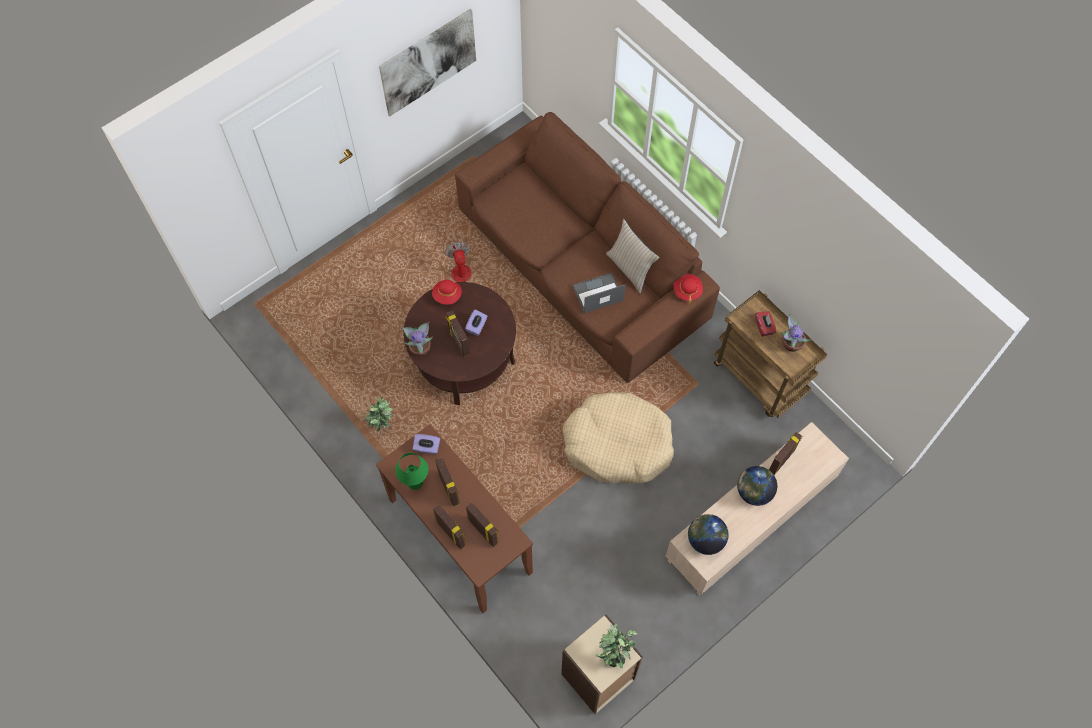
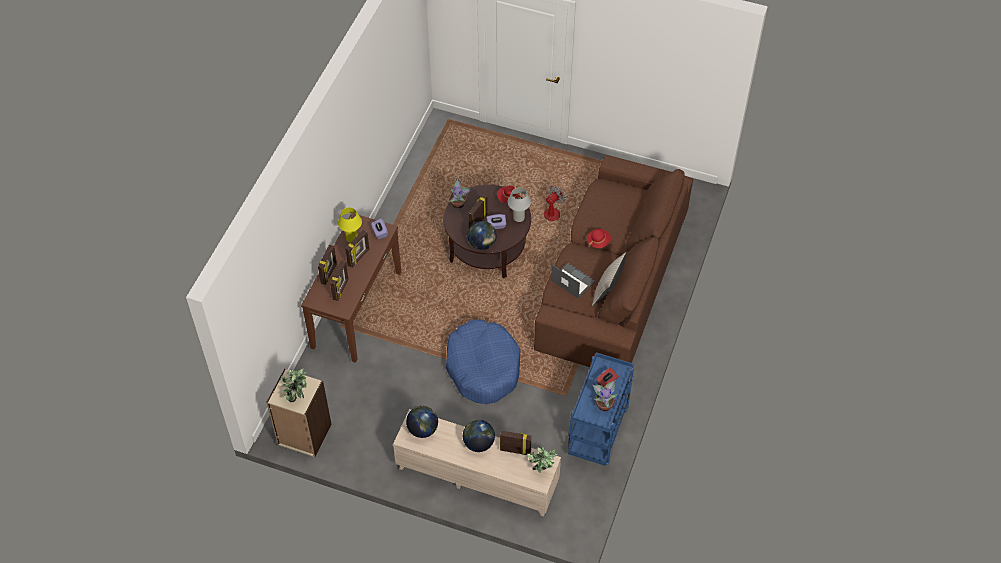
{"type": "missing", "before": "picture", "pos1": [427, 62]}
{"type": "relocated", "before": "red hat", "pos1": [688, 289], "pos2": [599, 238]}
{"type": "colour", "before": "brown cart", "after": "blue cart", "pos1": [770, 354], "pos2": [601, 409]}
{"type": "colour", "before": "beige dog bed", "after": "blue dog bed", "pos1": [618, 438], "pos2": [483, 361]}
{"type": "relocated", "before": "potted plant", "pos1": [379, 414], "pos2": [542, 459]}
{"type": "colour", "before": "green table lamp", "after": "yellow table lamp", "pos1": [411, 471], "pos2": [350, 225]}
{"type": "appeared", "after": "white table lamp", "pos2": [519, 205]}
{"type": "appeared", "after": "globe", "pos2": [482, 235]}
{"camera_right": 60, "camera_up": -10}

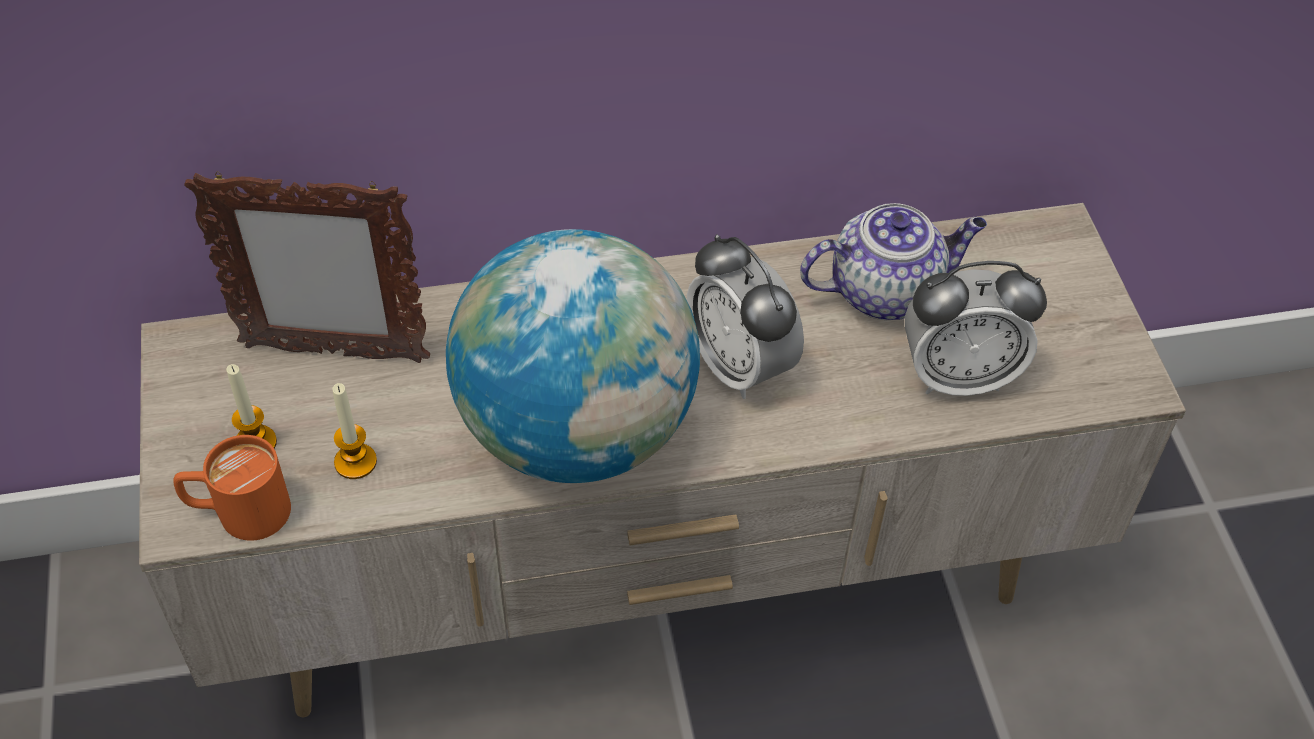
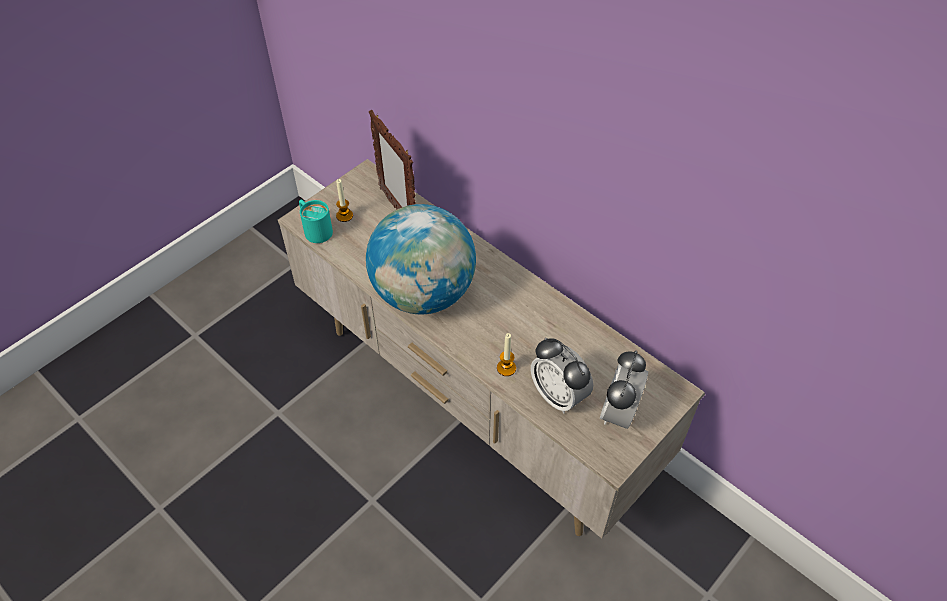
{"type": "missing", "before": "teapot", "pos1": [893, 261]}
{"type": "relocated", "before": "alarm clock", "pos1": [745, 316], "pos2": [624, 389]}
{"type": "relocated", "before": "candle", "pos1": [354, 431], "pos2": [506, 354]}
{"type": "colour", "before": "orange mug", "after": "turquoise mug", "pos1": [232, 488], "pos2": [316, 221]}
{"camera_right": 55, "camera_up": 0}

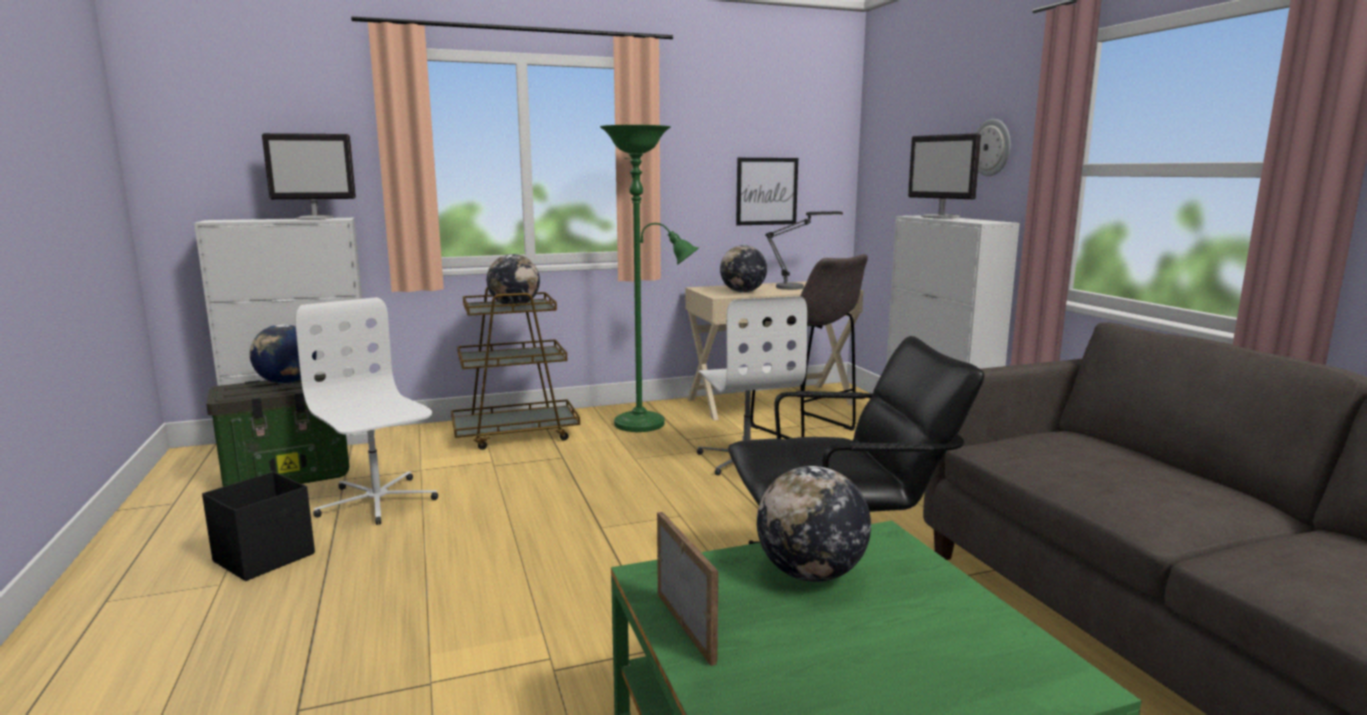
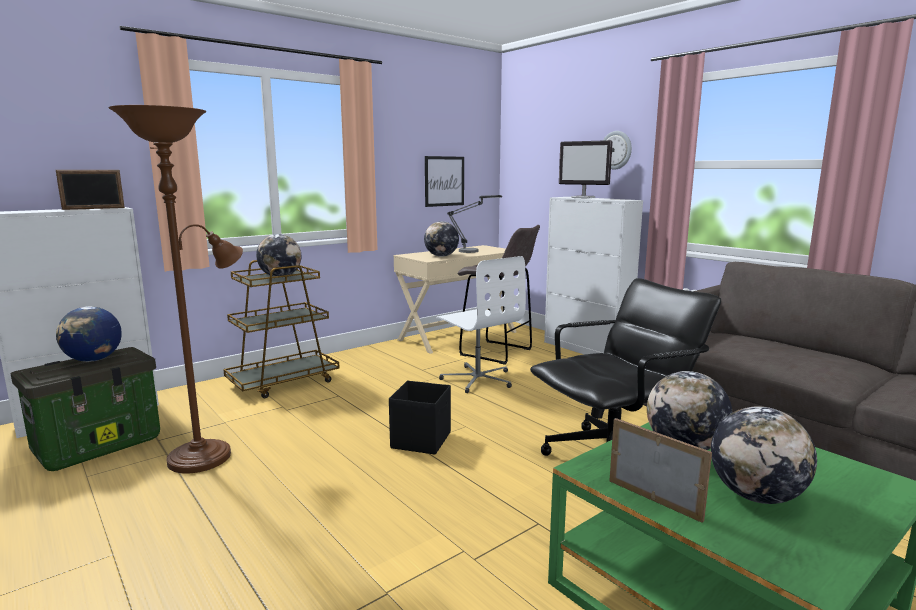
{"type": "missing", "before": "green floor lamp", "pos1": [649, 278]}
{"type": "exchanged", "before": "monitor", "after": "picture frame", "pos1": [309, 176], "pos2": [90, 190]}
{"type": "exchanged", "before": "white office chair", "after": "brown floor lamp", "pos1": [366, 411], "pos2": [175, 289]}
{"type": "relocated", "before": "black storage box", "pos1": [258, 526], "pos2": [420, 417]}
{"type": "appeared", "after": "globe", "pos2": [764, 455]}
{"camera_right": -20, "camera_up": 0}

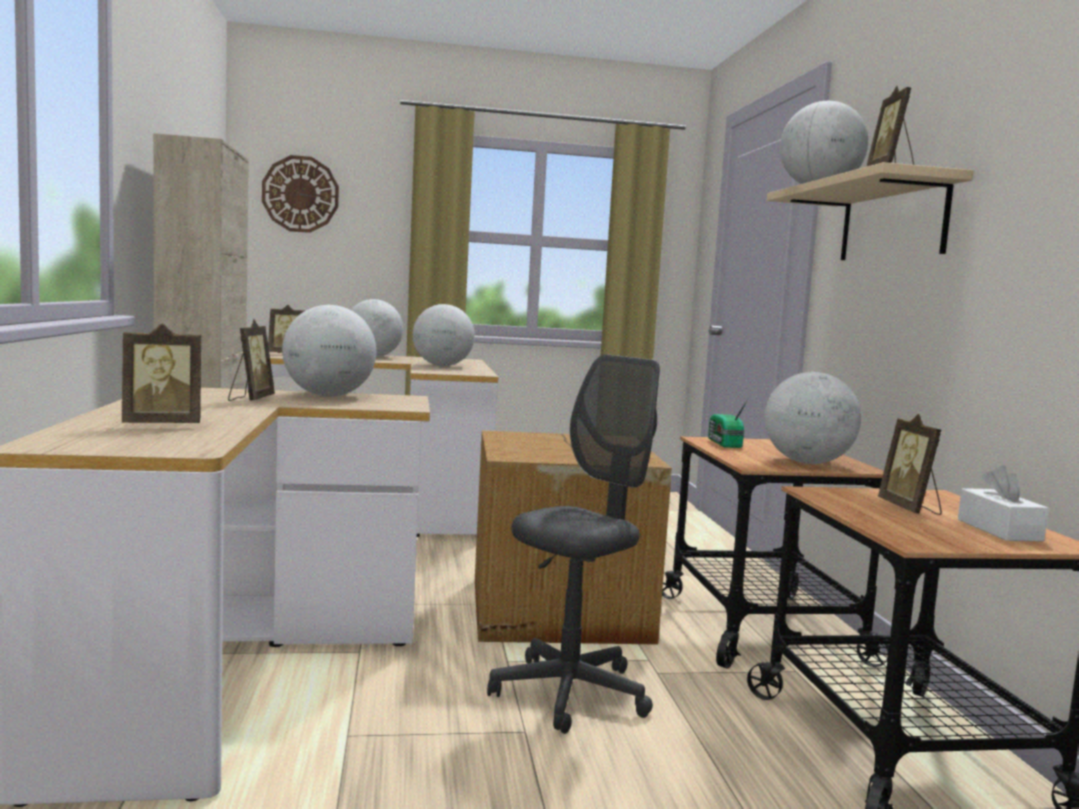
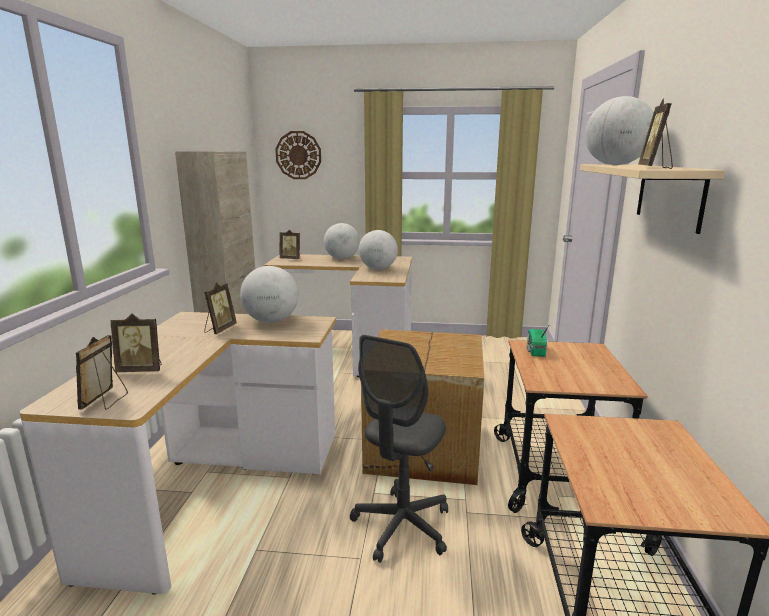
{"type": "spun", "before": "grey office chair", "pos1": [573, 544], "pos2": [399, 449], "turn": 150}
{"type": "missing", "before": "globe", "pos1": [813, 418]}
{"type": "relocated", "before": "picture frame", "pos1": [910, 464], "pos2": [102, 372]}
{"type": "missing", "before": "white tissue box", "pos1": [1003, 503]}
{"camera_right": 15, "camera_up": 10}

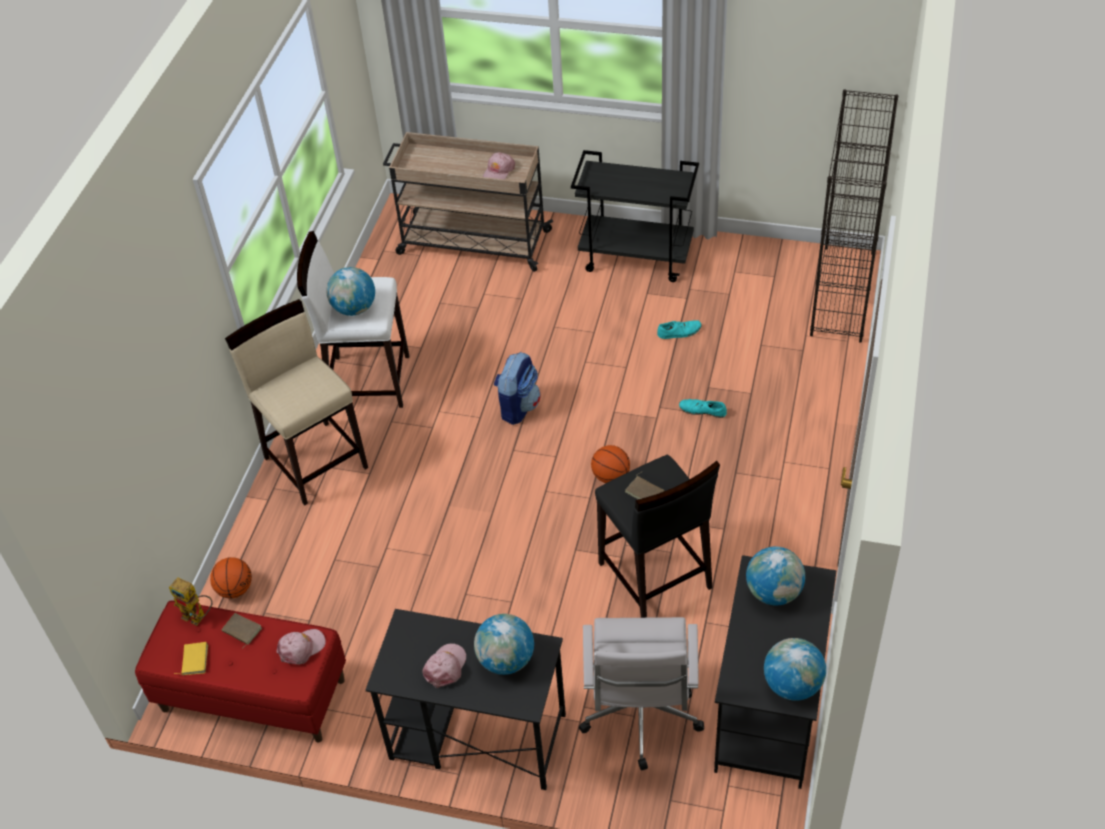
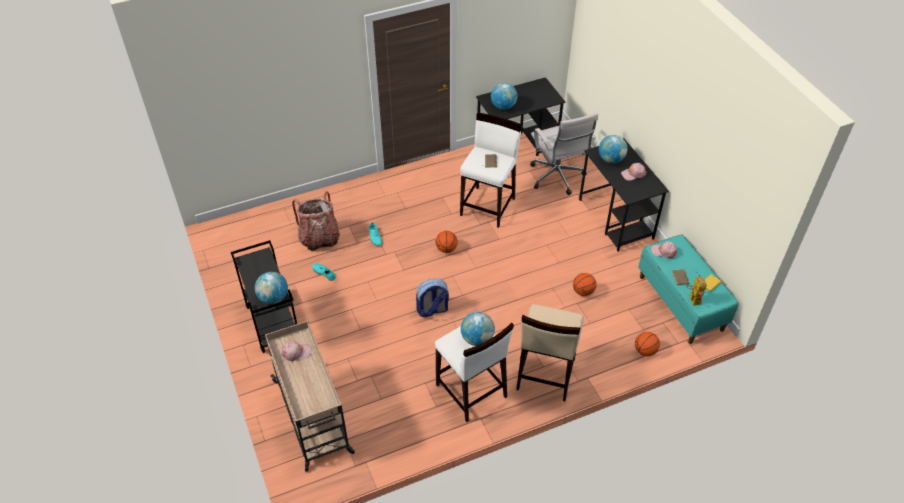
{"type": "missing", "before": "black bookcase", "pos1": [854, 216]}
{"type": "colour", "before": "black stool", "after": "white stool", "pos1": [657, 536], "pos2": [491, 170]}
{"type": "colour", "before": "red bench", "after": "turquoise bench", "pos1": [240, 672], "pos2": [688, 289]}
{"type": "spun", "before": "white office chair", "pos1": [641, 694], "pos2": [564, 153], "turn": 105}
{"type": "relocated", "before": "globe", "pos1": [795, 669], "pos2": [271, 288]}
{"type": "appeared", "after": "backpack", "pos2": [316, 221]}
{"type": "appeared", "after": "basketball", "pos2": [584, 284]}
{"camera_right": -130, "camera_up": 0}

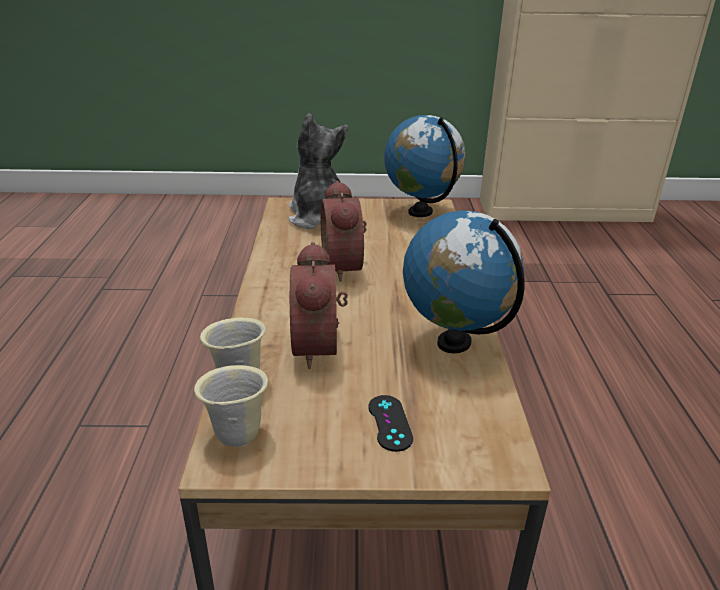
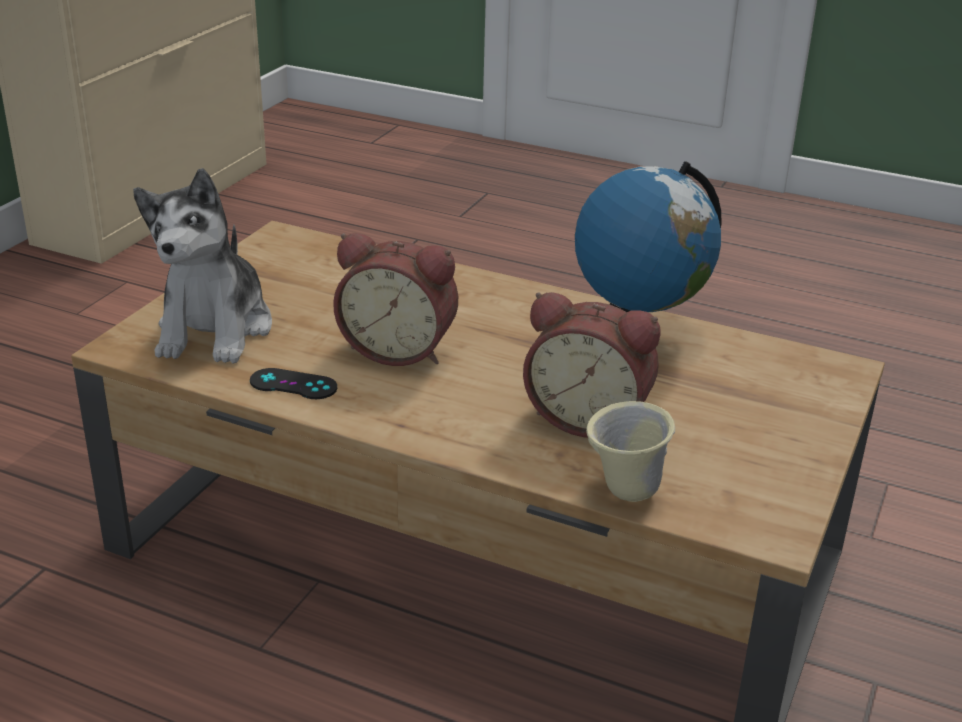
{"type": "spun", "before": "plush toy", "pos1": [318, 171], "pos2": [202, 266], "turn": -90}
{"type": "missing", "before": "globe", "pos1": [425, 166]}
{"type": "missing", "before": "beige mug", "pos1": [231, 406]}
{"type": "relocated", "before": "black game controller", "pos1": [390, 423], "pos2": [293, 383]}
{"camera_right": -65, "camera_up": 0}

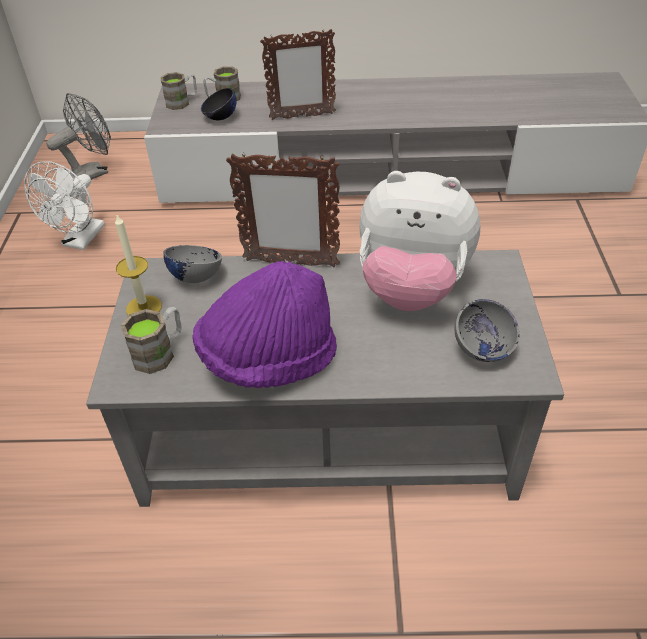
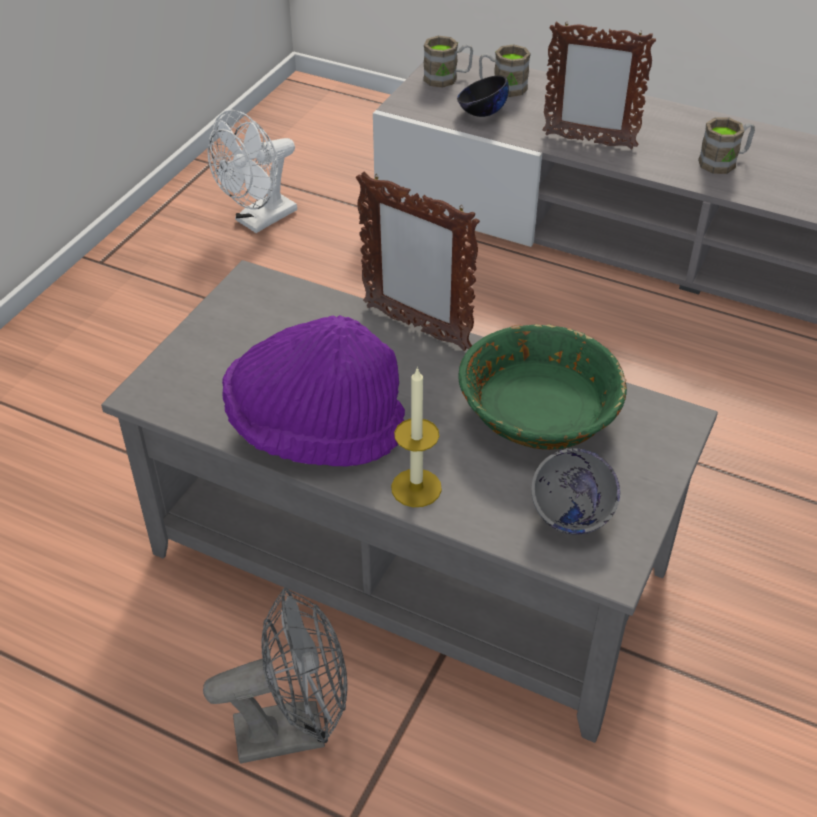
{"type": "relocated", "before": "grey fan", "pos1": [78, 136], "pos2": [275, 675]}
{"type": "exchanged", "before": "plush toy", "after": "green bowl", "pos1": [419, 241], "pos2": [542, 387]}
{"type": "relocated", "before": "candle", "pos1": [138, 265], "pos2": [416, 437]}
{"type": "missing", "before": "grey bowl", "pos1": [192, 264]}
{"type": "relocated", "before": "brown mug", "pos1": [151, 340], "pos2": [726, 146]}
{"camera_right": 25, "camera_up": 0}

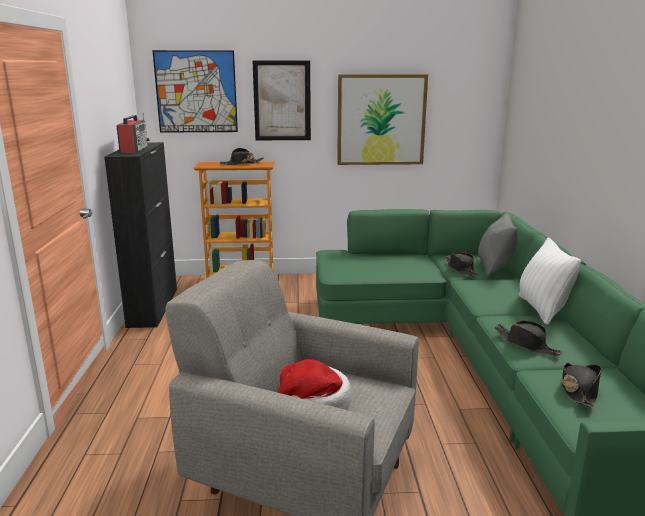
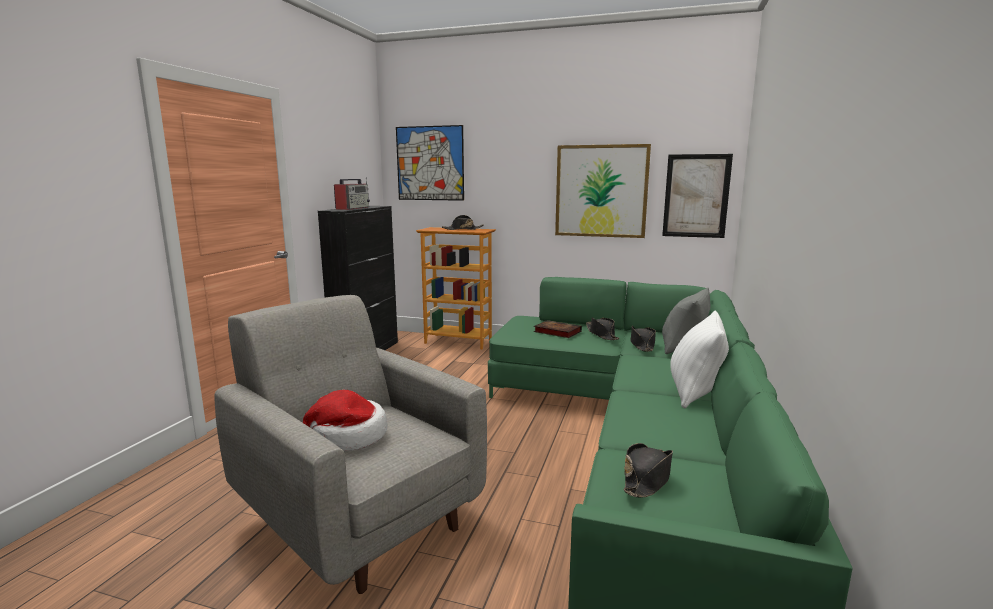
{"type": "relocated", "before": "picture", "pos1": [281, 100], "pos2": [697, 196]}
{"type": "relocated", "before": "black hat", "pos1": [528, 338], "pos2": [602, 329]}
{"type": "appeared", "after": "book", "pos2": [558, 329]}
{"camera_right": 20, "camera_up": -5}

